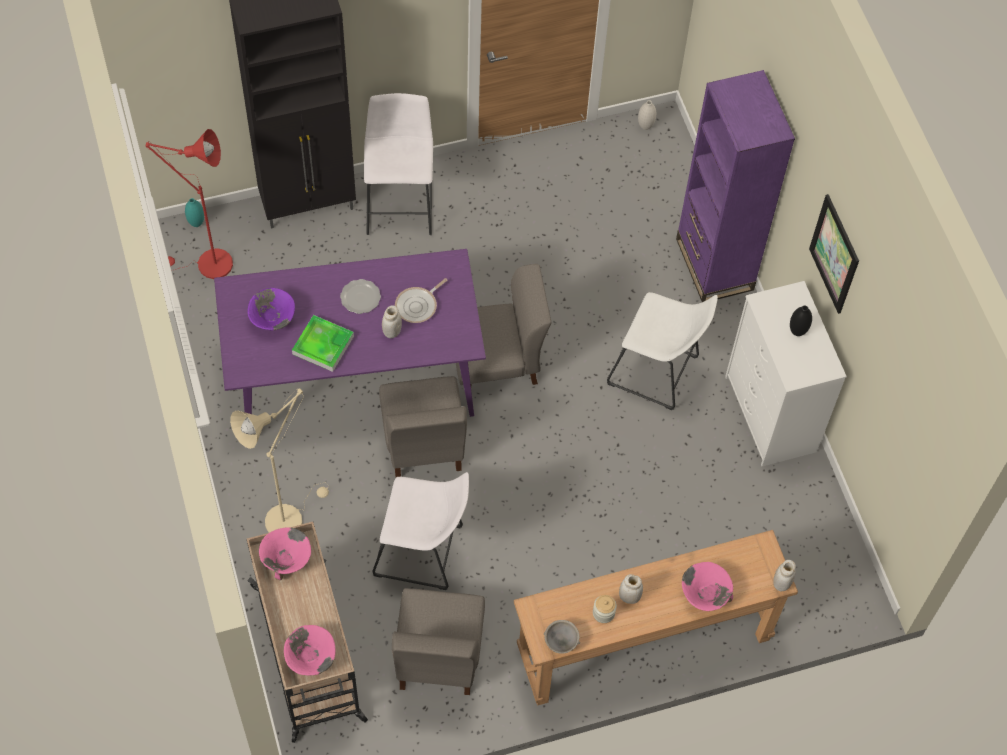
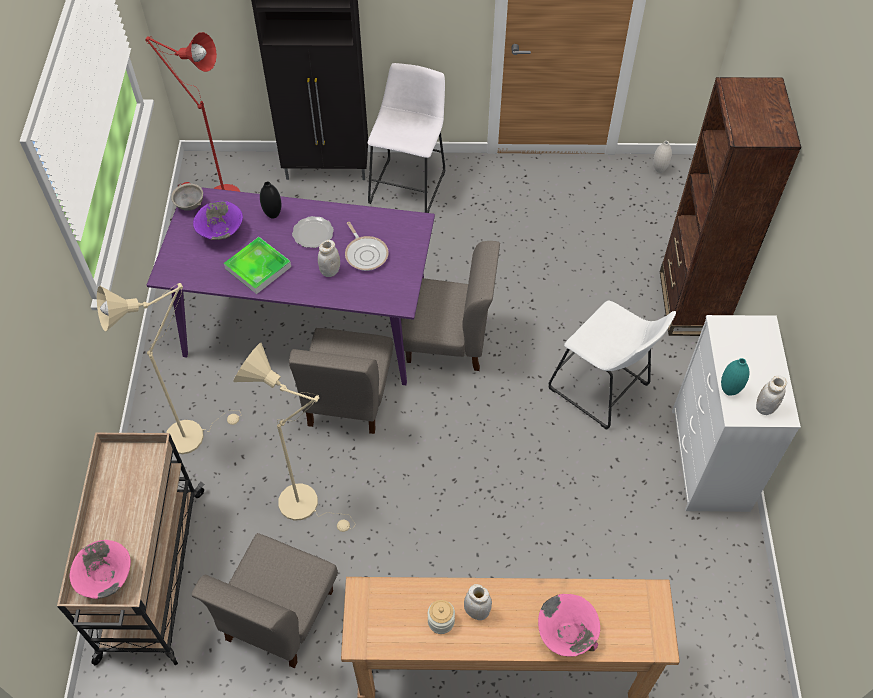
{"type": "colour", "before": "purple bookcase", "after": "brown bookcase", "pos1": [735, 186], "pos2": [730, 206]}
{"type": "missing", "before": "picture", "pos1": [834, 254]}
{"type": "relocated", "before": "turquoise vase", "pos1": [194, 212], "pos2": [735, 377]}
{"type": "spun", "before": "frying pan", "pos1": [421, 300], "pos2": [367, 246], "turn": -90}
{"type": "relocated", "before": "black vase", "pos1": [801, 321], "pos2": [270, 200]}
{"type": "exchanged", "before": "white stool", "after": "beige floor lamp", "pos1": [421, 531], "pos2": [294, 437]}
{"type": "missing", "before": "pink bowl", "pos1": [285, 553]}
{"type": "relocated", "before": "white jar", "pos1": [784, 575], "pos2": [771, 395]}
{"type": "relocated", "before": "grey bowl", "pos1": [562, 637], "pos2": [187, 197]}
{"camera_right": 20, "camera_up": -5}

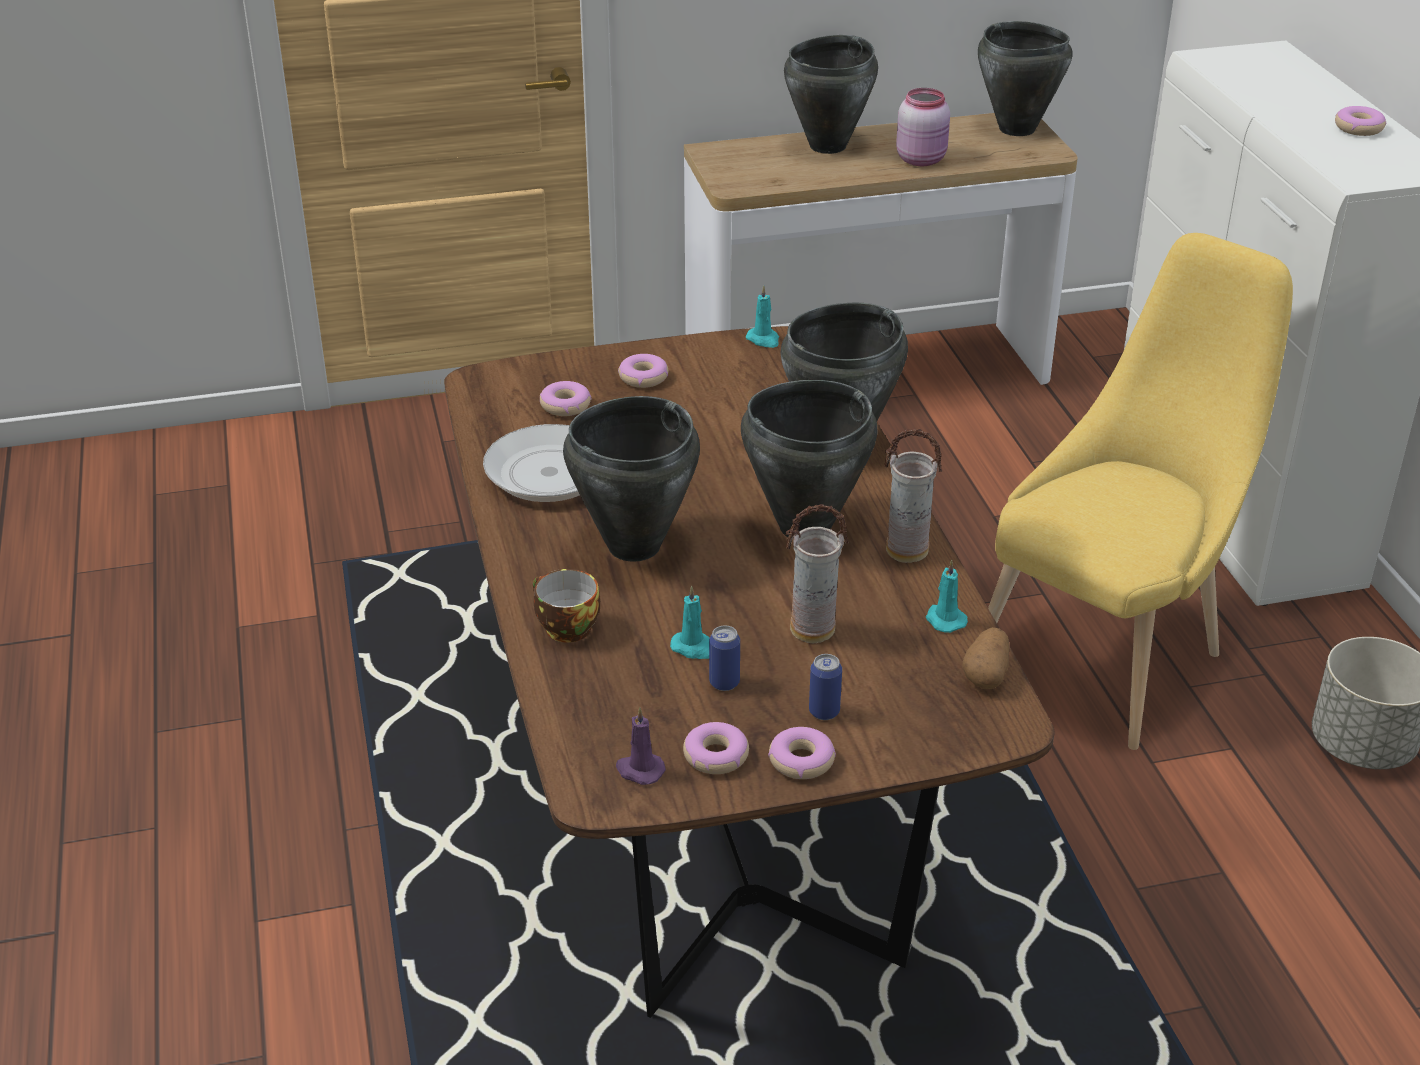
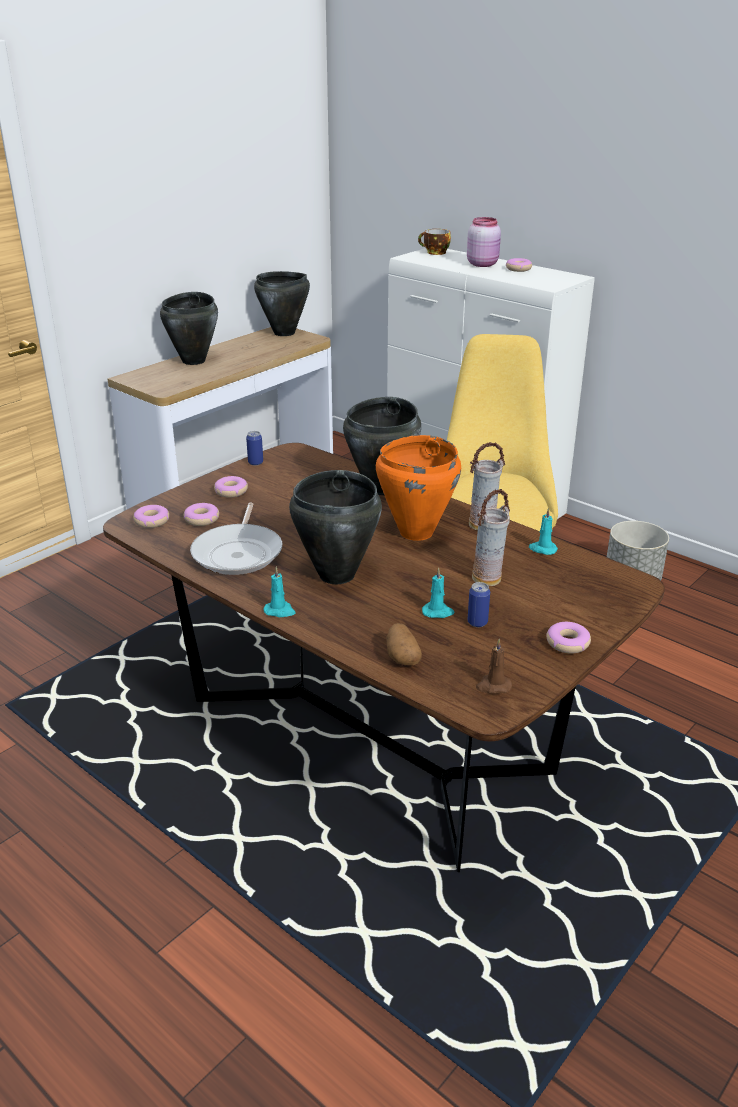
{"type": "relocated", "before": "pink jar", "pos1": [923, 127], "pos2": [484, 242]}
{"type": "relocated", "before": "turquoise candle", "pos1": [762, 316], "pos2": [279, 592]}
{"type": "colour", "before": "black cooking pot", "after": "orange cooking pot", "pos1": [809, 458], "pos2": [418, 488]}
{"type": "relocated", "before": "cup", "pos1": [566, 606], "pos2": [434, 242]}
{"type": "relocated", "before": "potato", "pos1": [986, 658], "pos2": [404, 644]}
{"type": "relocated", "before": "can", "pos1": [825, 687], "pos2": [254, 448]}
{"type": "colour", "before": "purple candle", "after": "brown candle", "pos1": [641, 746], "pos2": [494, 666]}
{"type": "relocated", "before": "donut", "pos1": [716, 748], "pos2": [151, 516]}
{"camera_right": -35, "camera_up": -5}

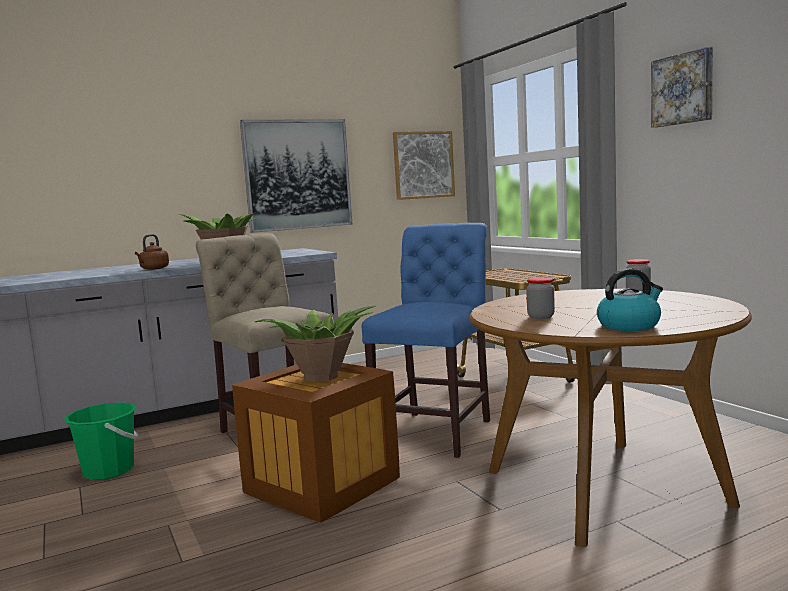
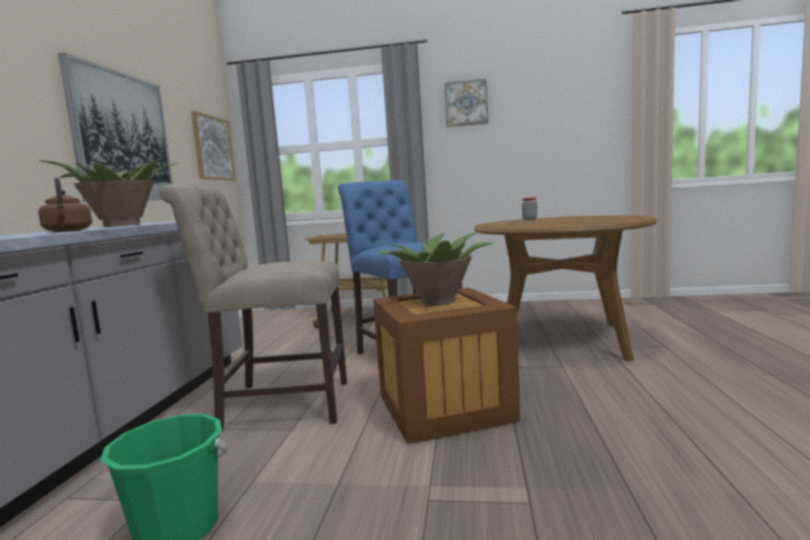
{"type": "missing", "before": "kettle", "pos1": [630, 299]}
{"type": "missing", "before": "jar", "pos1": [540, 298]}
{"camera_right": -55, "camera_up": 0}

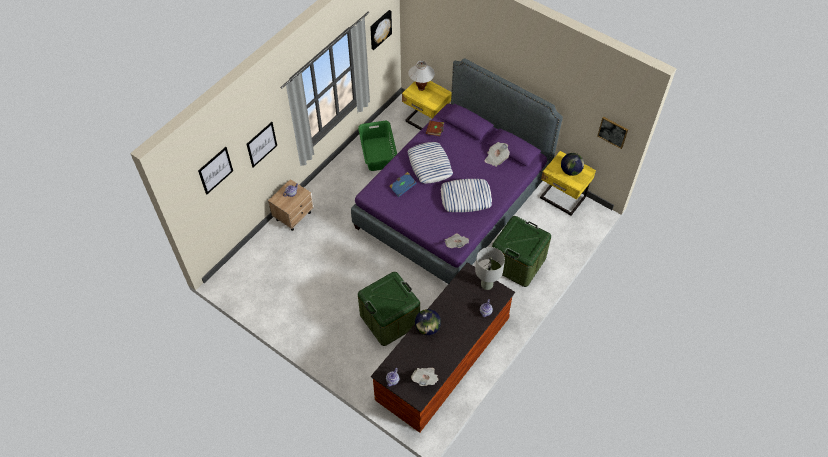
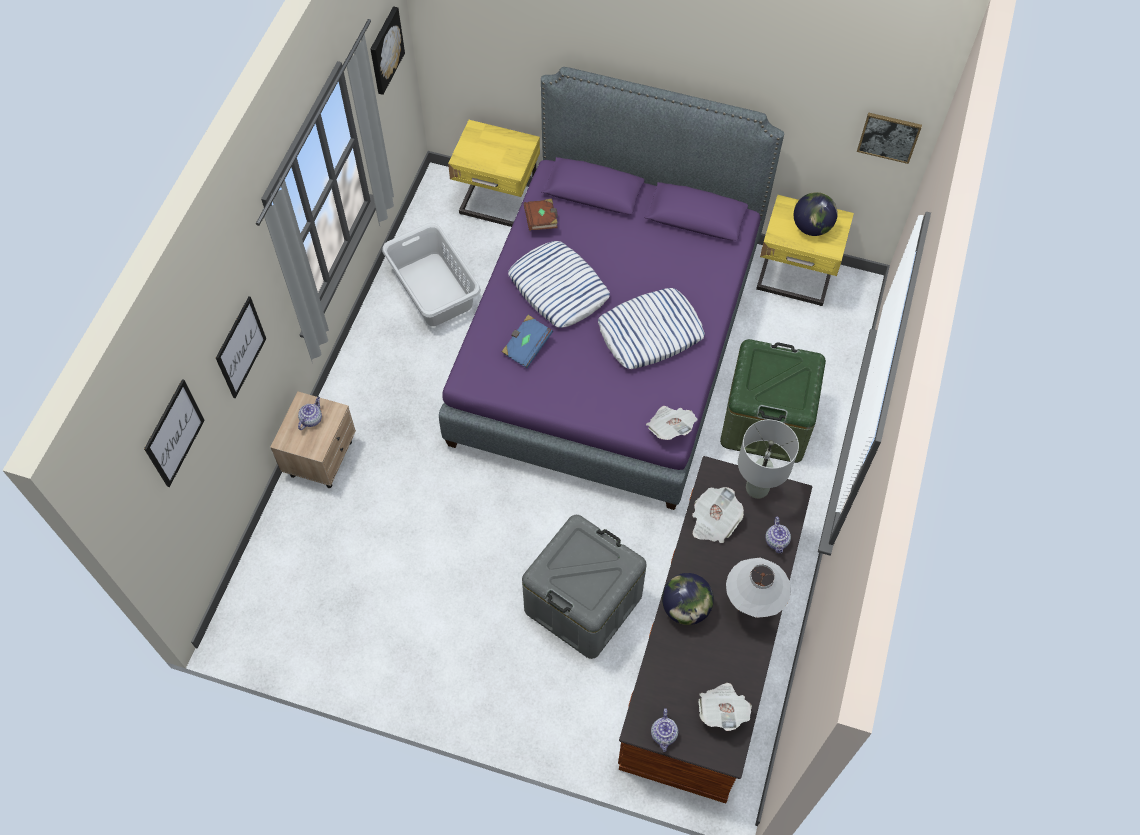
{"type": "relocated", "before": "white table lamp", "pos1": [421, 76], "pos2": [758, 588]}
{"type": "colour", "before": "green laundry basket", "after": "grey laundry basket", "pos1": [377, 146], "pos2": [431, 274]}
{"type": "relocated", "before": "newspaper", "pos1": [497, 154], "pos2": [718, 515]}
{"type": "colour", "before": "green storage box", "after": "grey storage box", "pos1": [389, 309], "pos2": [584, 587]}
{"camera_right": -20, "camera_up": 5}

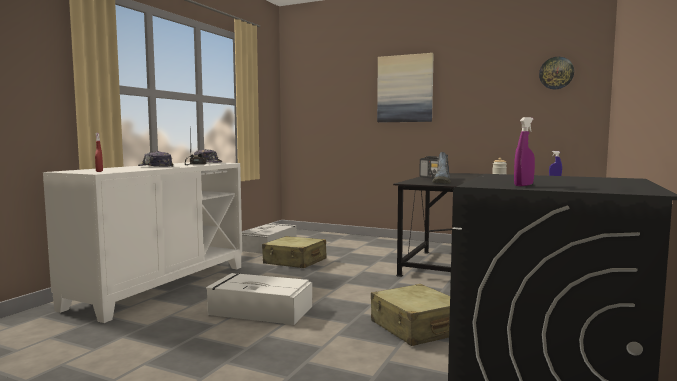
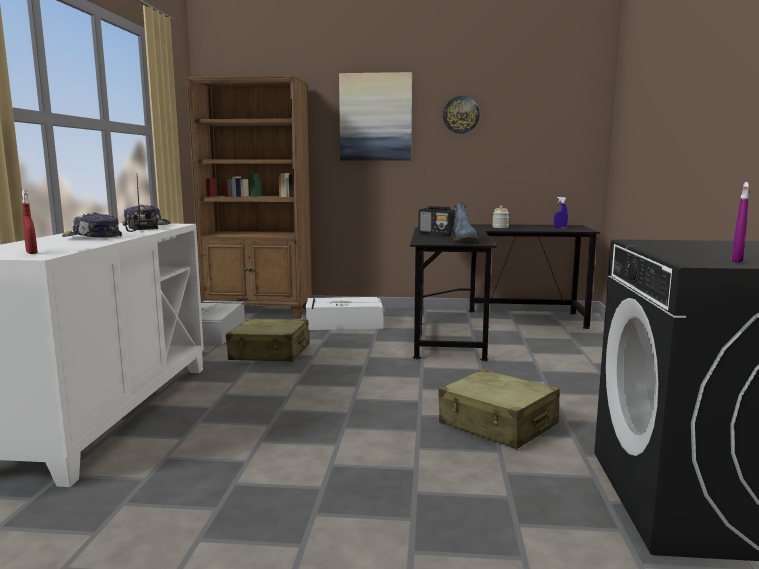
{"type": "relocated", "before": "wall clock", "pos1": [556, 73], "pos2": [461, 115]}
{"type": "relocated", "before": "white storage box", "pos1": [259, 299], "pos2": [344, 313]}
{"type": "appeared", "after": "brown bookcase", "pos2": [249, 197]}
{"camera_right": -20, "camera_up": 5}

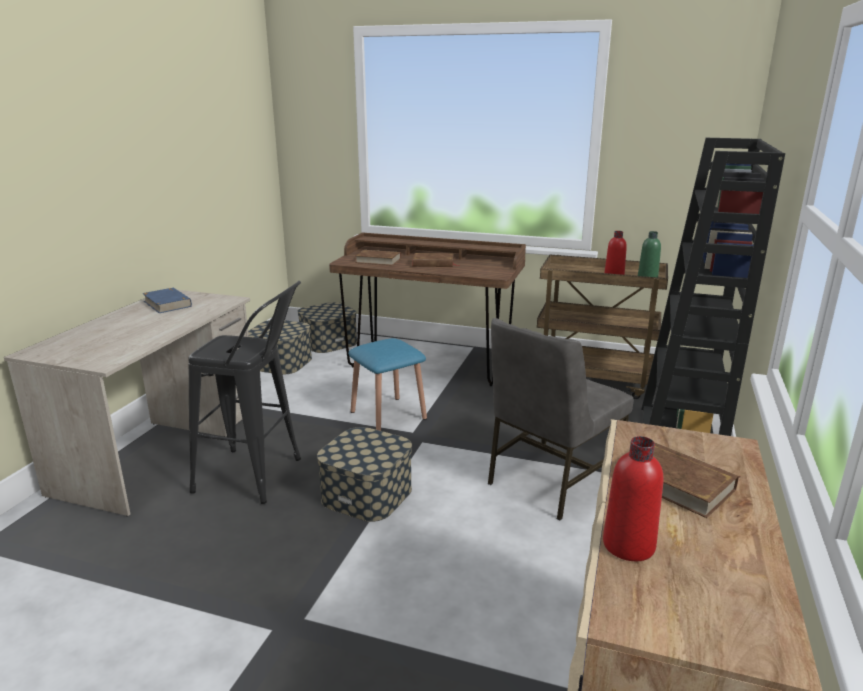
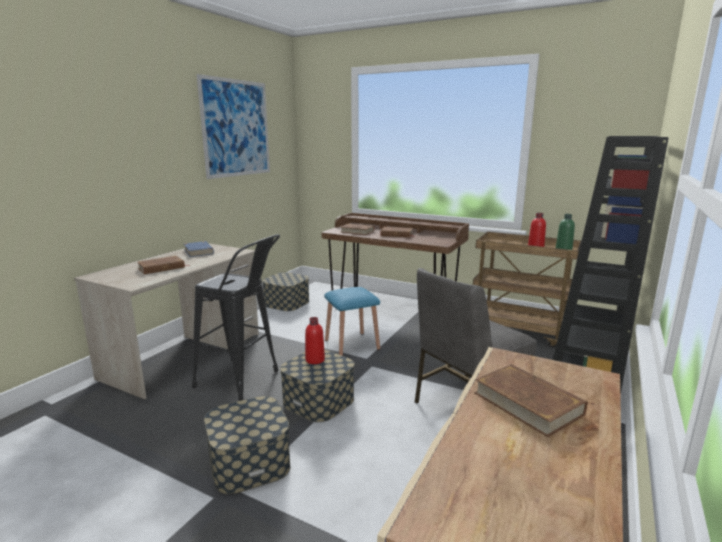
{"type": "relocated", "before": "storage box", "pos1": [327, 327], "pos2": [247, 445]}
{"type": "relocated", "before": "red bottle", "pos1": [633, 498], "pos2": [315, 340]}
{"type": "appeared", "after": "picture", "pos2": [233, 126]}
{"type": "appeared", "after": "brown book", "pos2": [163, 265]}
{"camera_right": 10, "camera_up": -5}

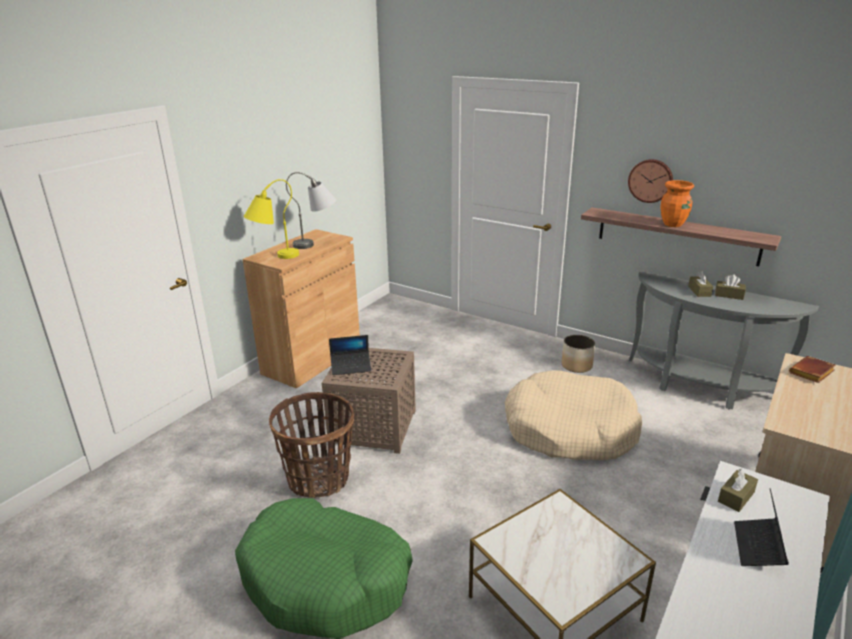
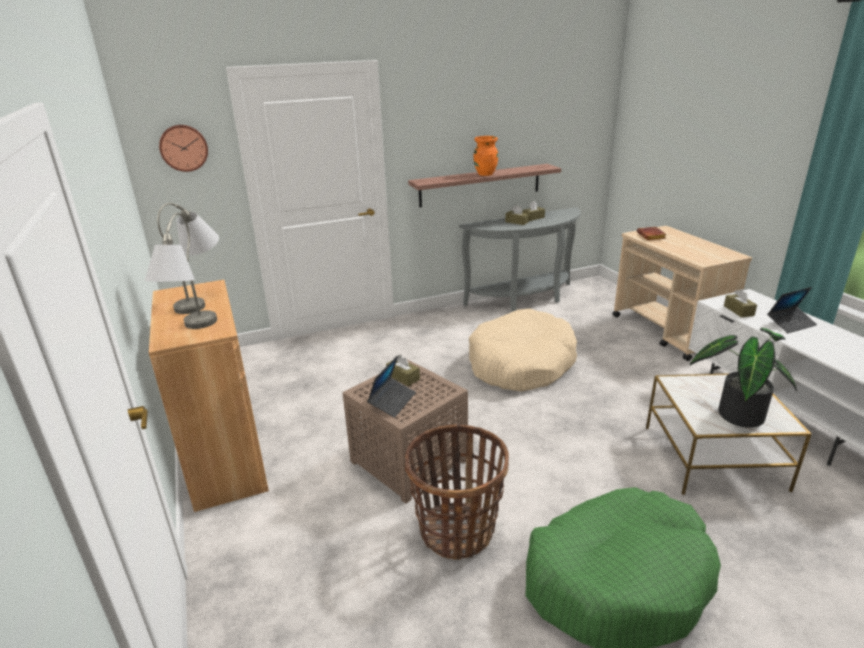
{"type": "relocated", "before": "wall clock", "pos1": [650, 181], "pos2": [183, 148]}
{"type": "colour", "before": "yellow table lamp", "after": "grey table lamp", "pos1": [271, 219], "pos2": [181, 271]}
{"type": "missing", "before": "planter", "pos1": [578, 354]}
{"type": "spun", "before": "laptop", "pos1": [761, 527], "pos2": [792, 310], "turn": -75}
{"type": "appeared", "after": "potted plant", "pos2": [743, 378]}
{"type": "appeared", "after": "brown tissue box", "pos2": [403, 370]}
{"camera_right": -55, "camera_up": 0}

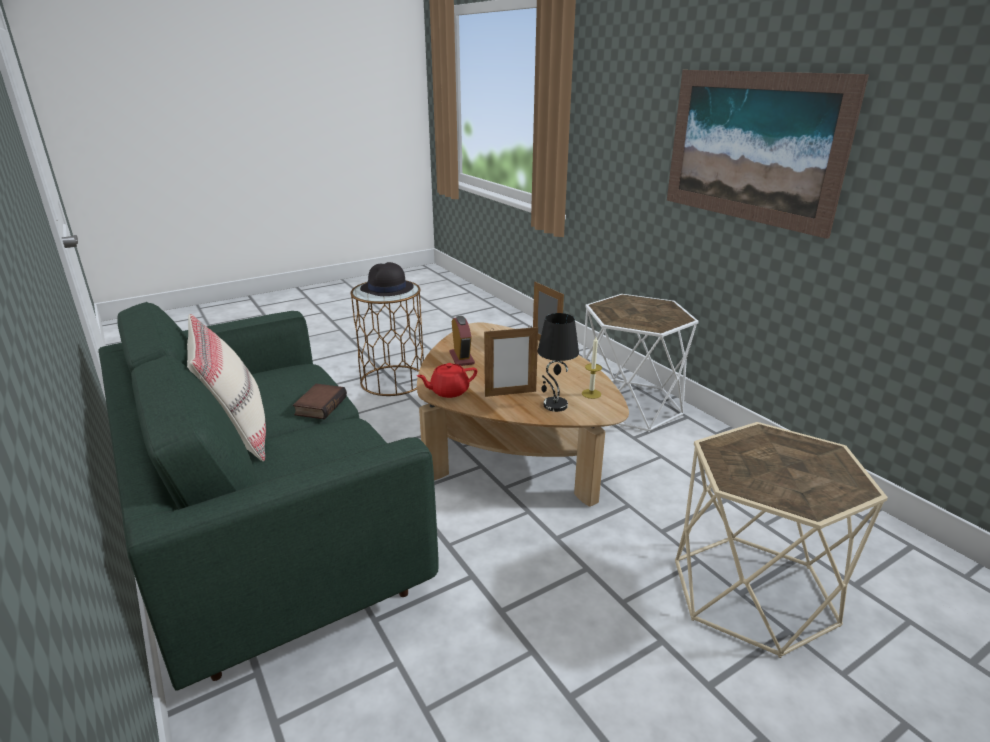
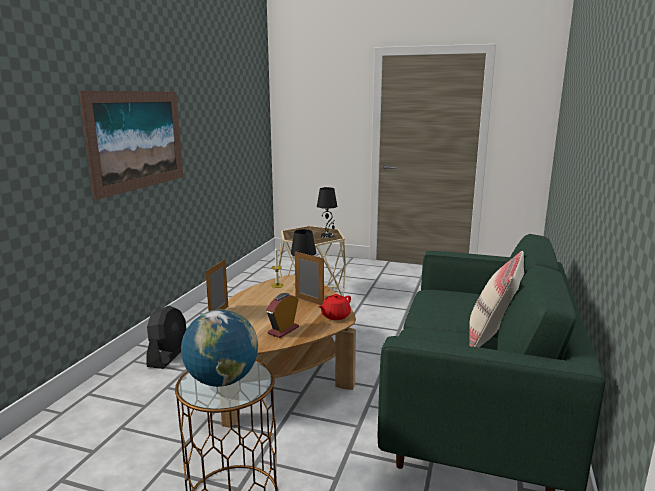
{"type": "exchanged", "before": "black hat", "after": "globe", "pos1": [387, 279], "pos2": [219, 348]}
{"type": "exchanged", "before": "white side table", "after": "black fan", "pos1": [641, 363], "pos2": [167, 337]}
{"type": "spun", "before": "red teapot", "pos1": [447, 380], "pos2": [335, 307], "turn": 105}
{"type": "missing", "before": "book", "pos1": [320, 401]}
{"type": "appeared", "after": "black table lamp", "pos2": [327, 212]}
{"camera_right": -130, "camera_up": -10}

